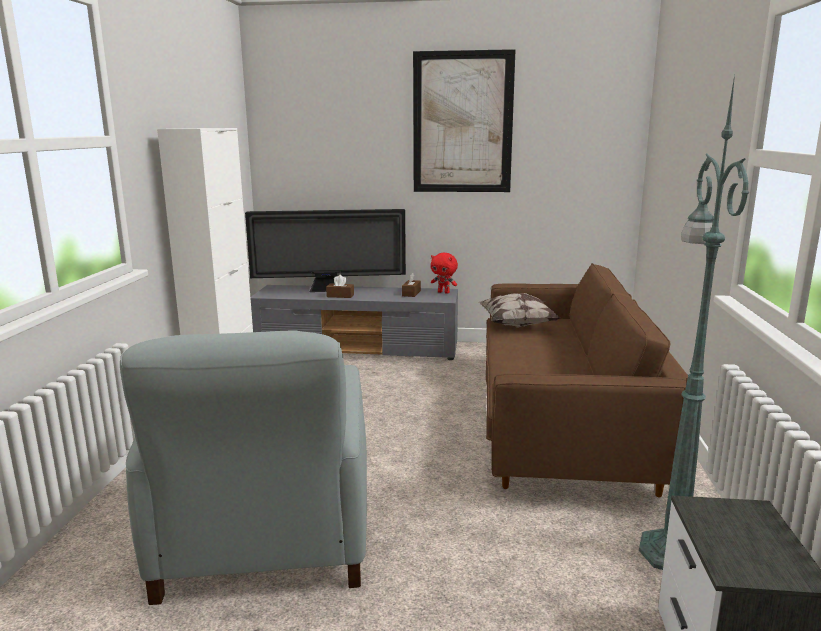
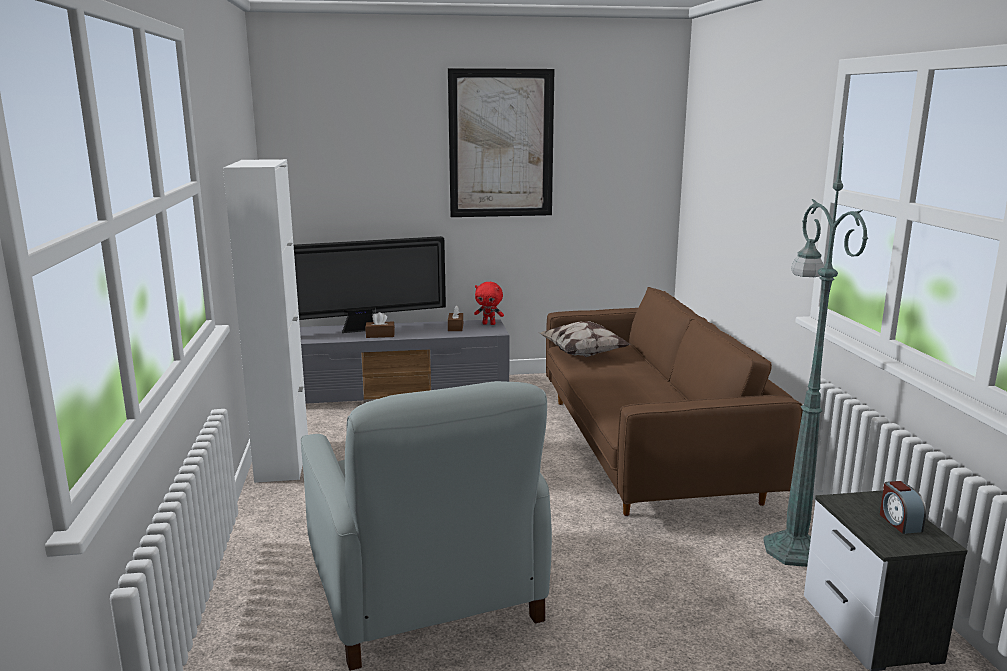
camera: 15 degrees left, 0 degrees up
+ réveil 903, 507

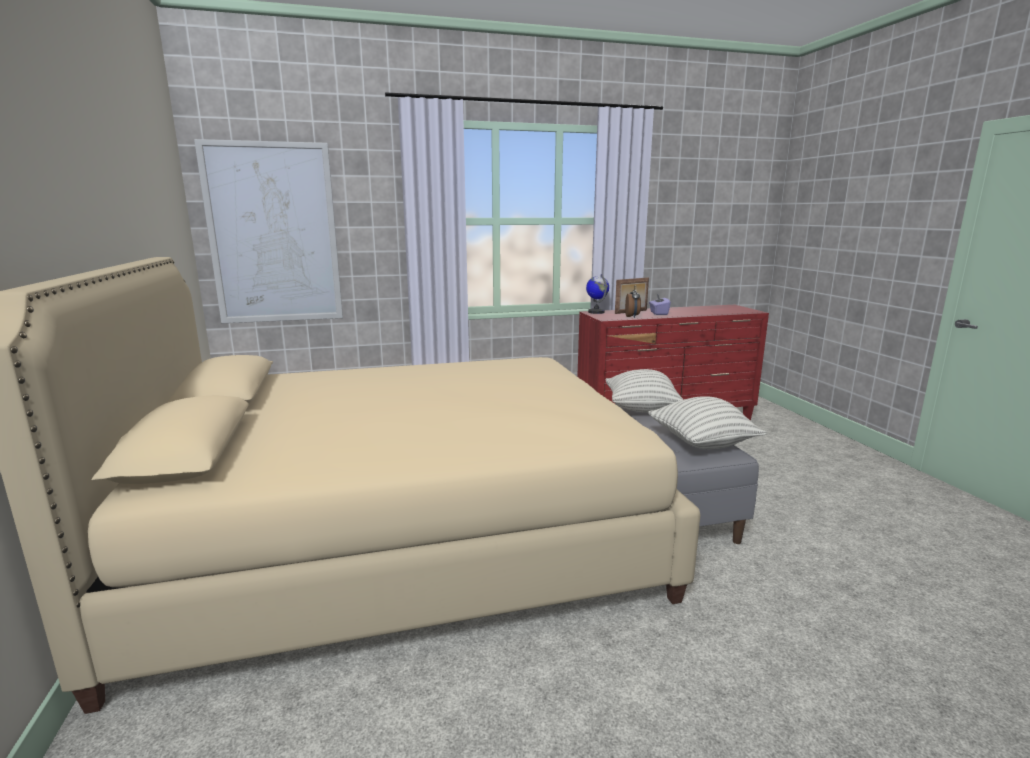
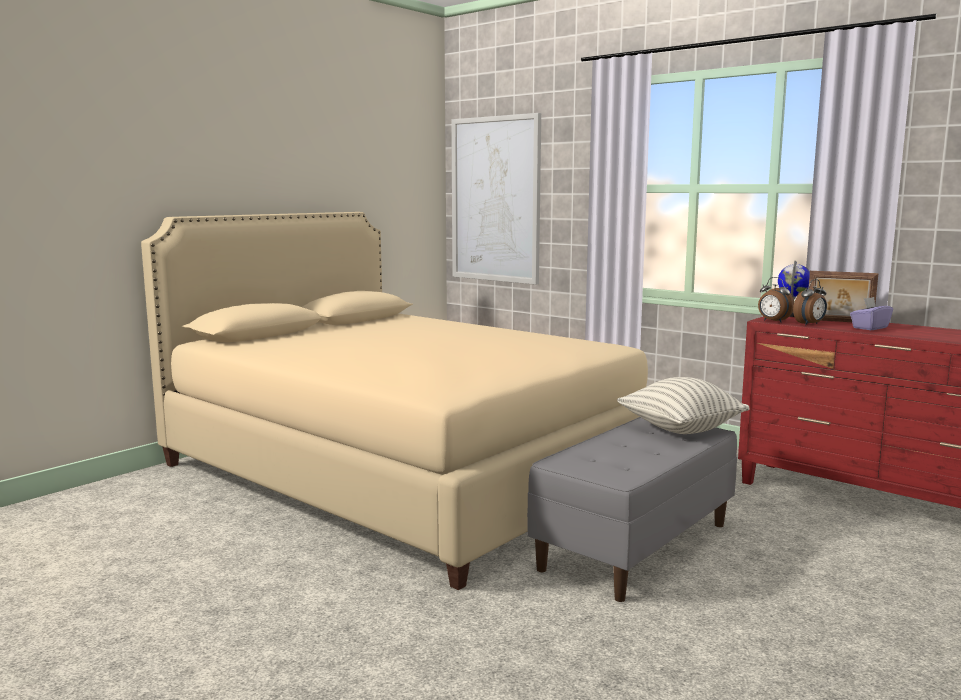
camera: 55 degrees right, 5 degrees down
- coussin 707, 422
+ réveil 776, 300

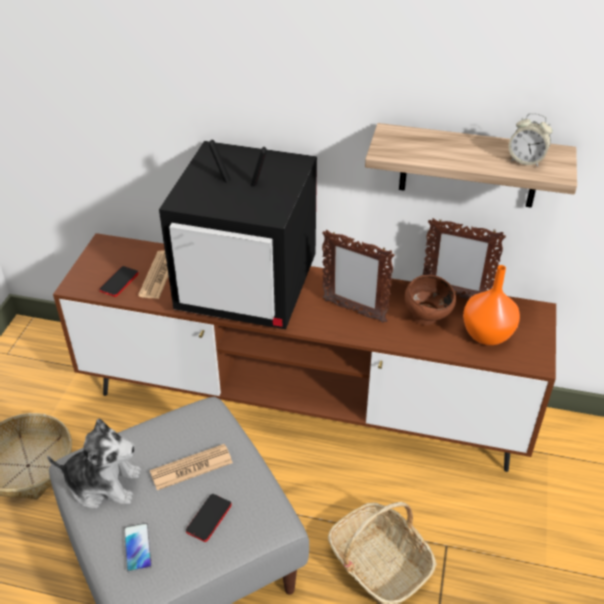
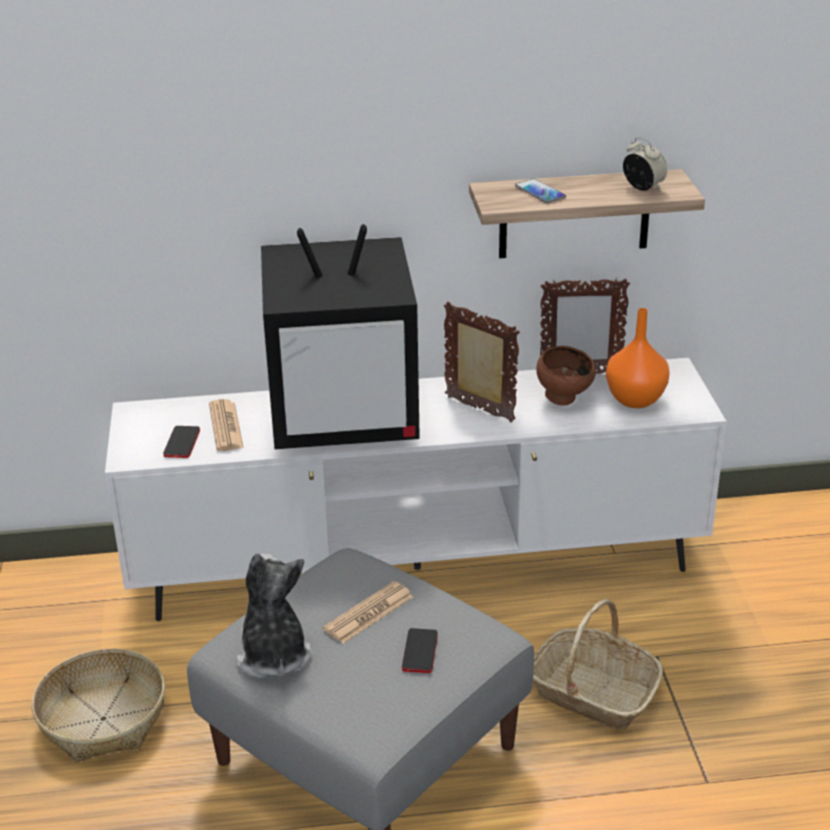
camera: 20 degrees left, 10 degrees down
~ peluche 94, 464 = 274, 615 90 degrees counterclockwise
~ meuble télé (marron) 304, 352 to meuble télé (blanc) 415, 489
~ téléphone 138, 548 to 540, 191
~ cadre photo 358, 276 = 482, 362 150 degrees counterclockwise
~ réveil 531, 140 = 645, 164 135 degrees counterclockwise

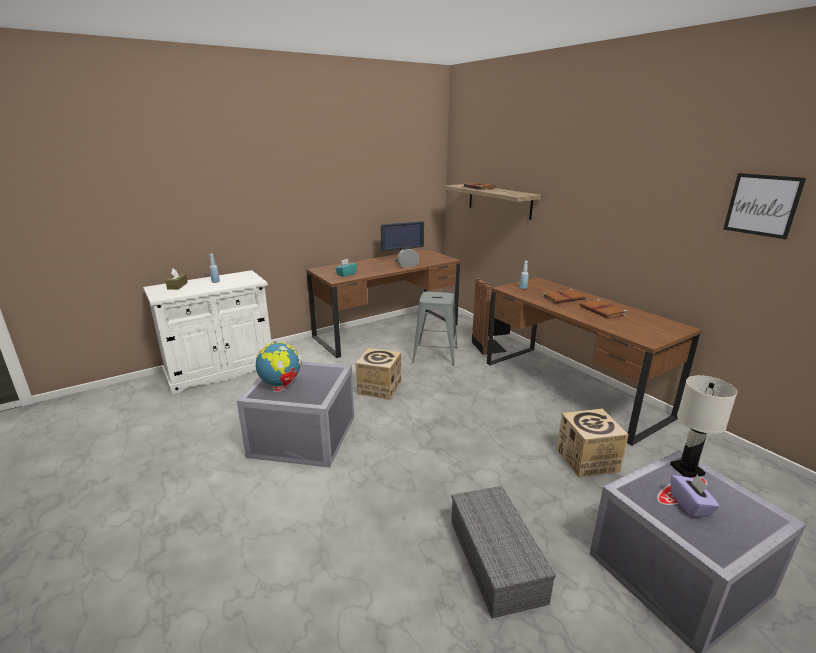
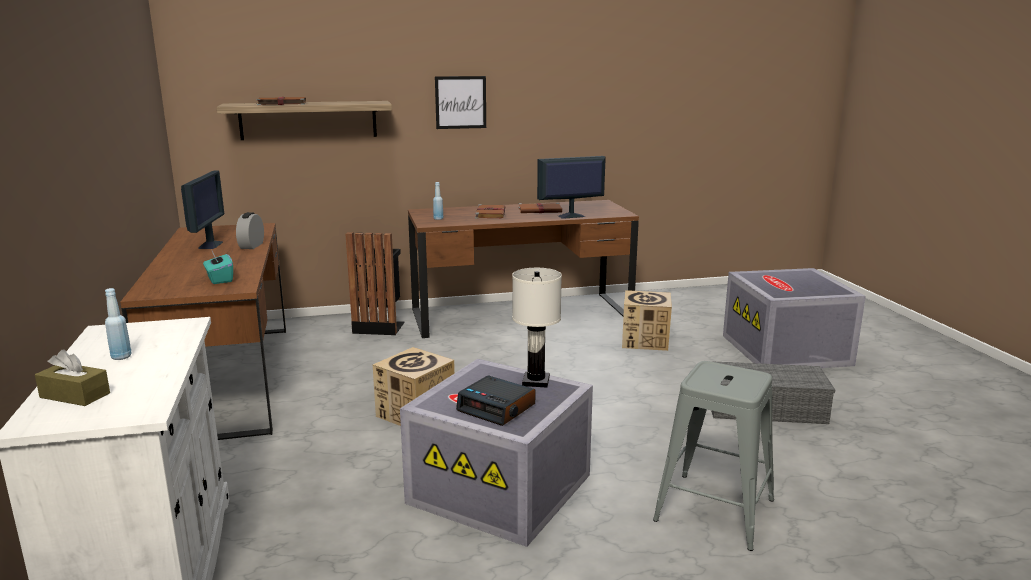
camera: 70 degrees left, 5 degrees down
~ globe 279, 363 to réveil 496, 400
~ tabouret (gris) 435, 329 to 713, 456
~ lampe de table (blanc) 703, 426 to 537, 327
- boîte à mouchoirs (violet) 695, 496
~ tableau 764, 206 to 460, 102
+ écran d'ordinateur 571, 187

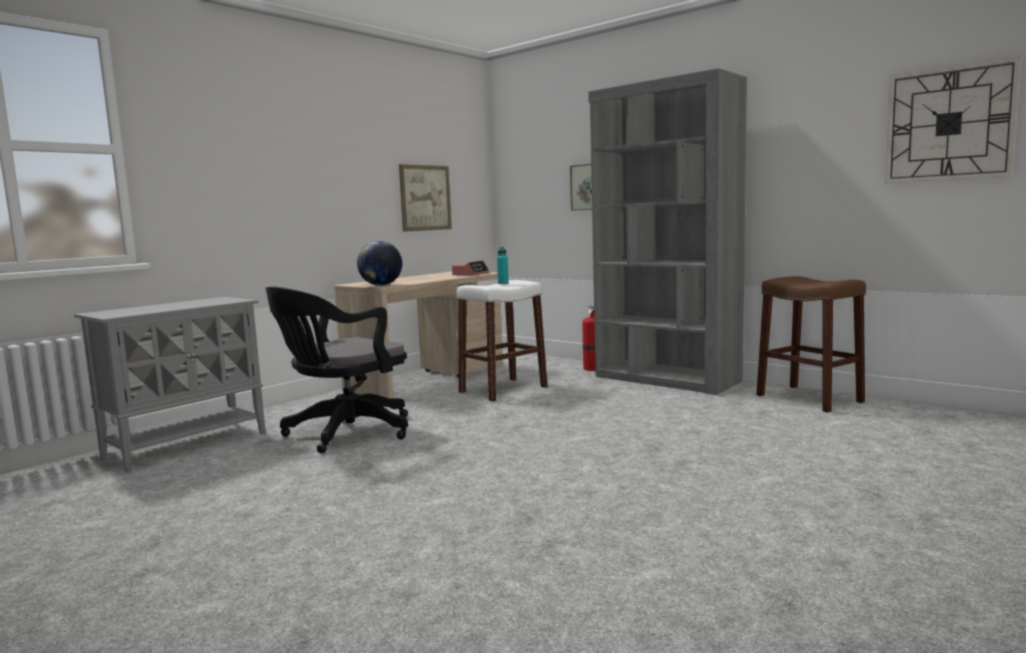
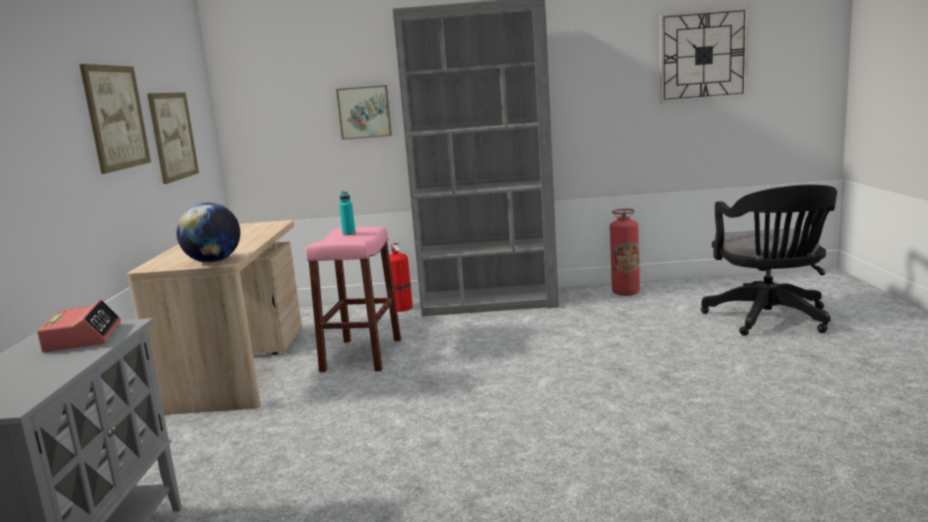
camera: 40 degrees left, 5 degrees up
~ chaise de bureau (noir) 336, 369 to 769, 260
~ réveil 470, 268 to 79, 326
~ tabouret (blanc) 502, 341 to tabouret (rose) 353, 299
~ tabouret (marron) 811, 344 to extincteur 625, 252
+ tableau 115, 119

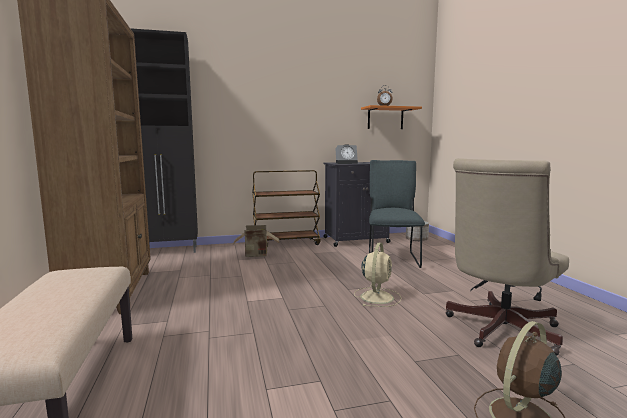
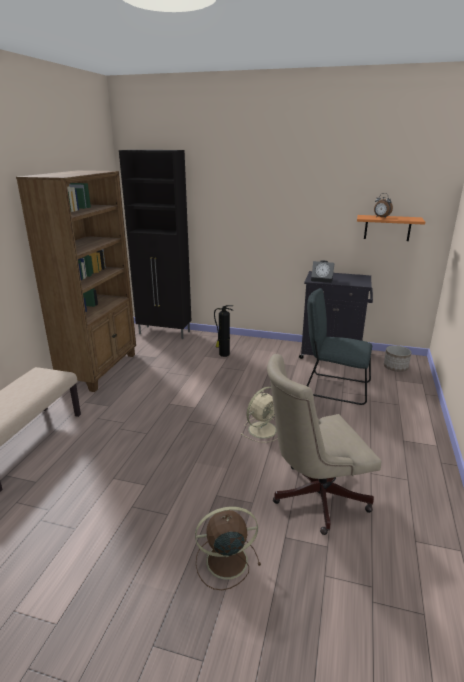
camera: 30 degrees right, 15 degrees up
~ carton 256, 241 to extincteur 223, 331
- chariot (marron) 286, 207
~ chaise (gris) 397, 214 = 339, 346 105 degrees counterclockwise

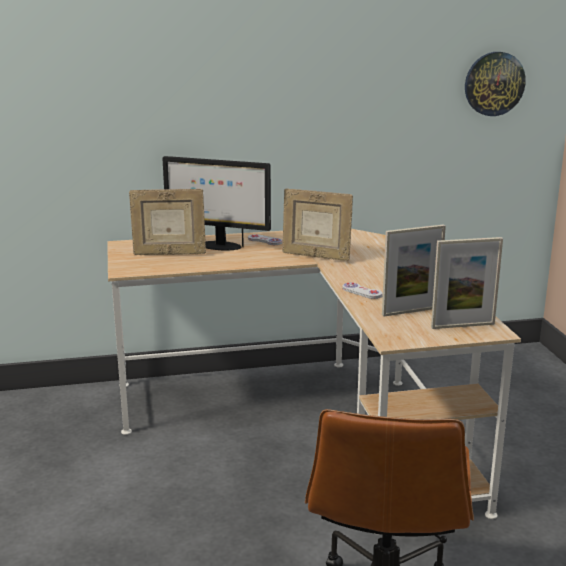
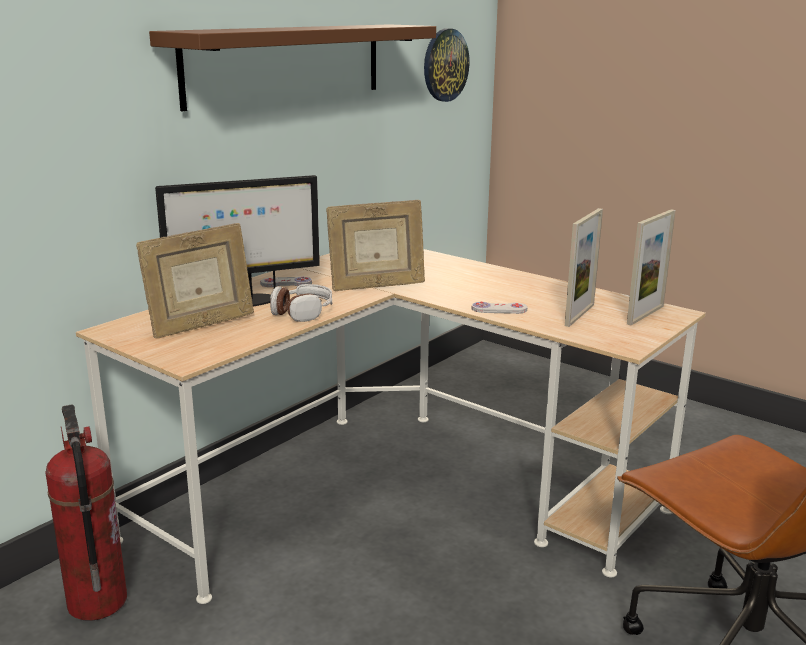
camera: 40 degrees left, 0 degrees up
+ extincteur 86, 512
+ étagère (marron) 292, 67
+ casque audio 301, 303

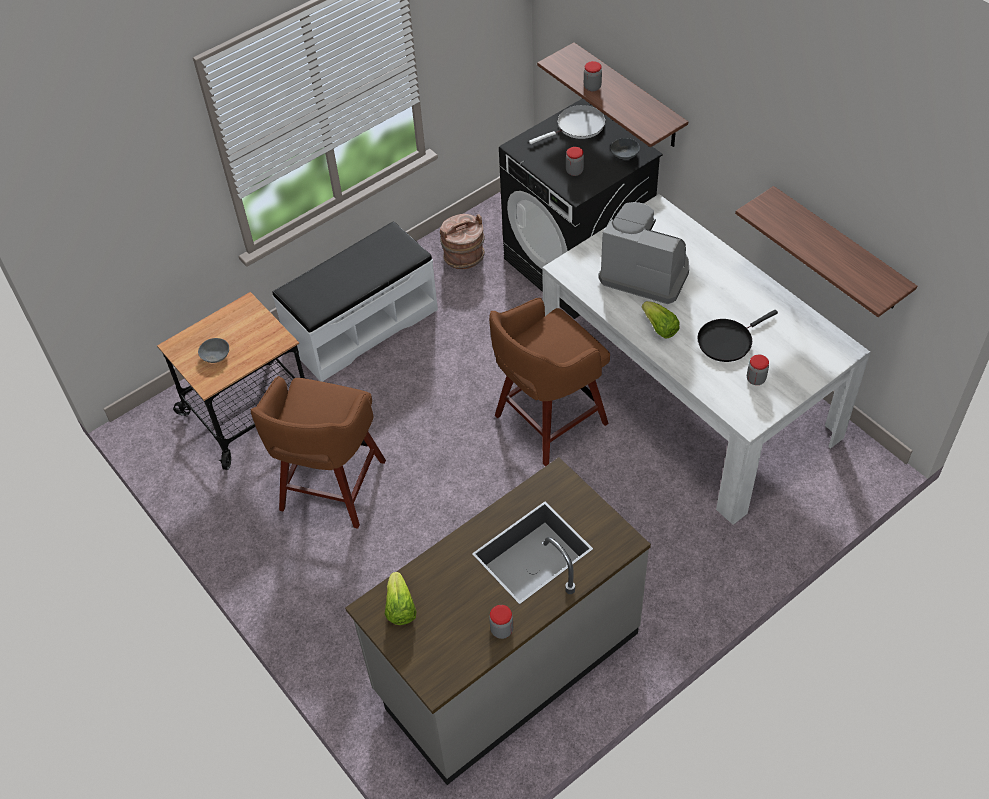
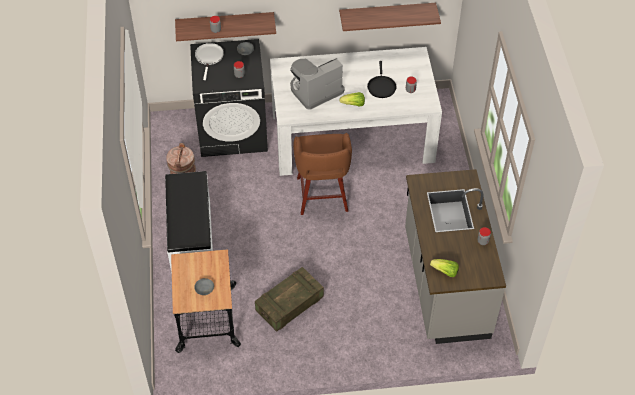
camera: 60 degrees left, 0 degrees up
~ tabouret (marron) 318, 452 to caisse 289, 299

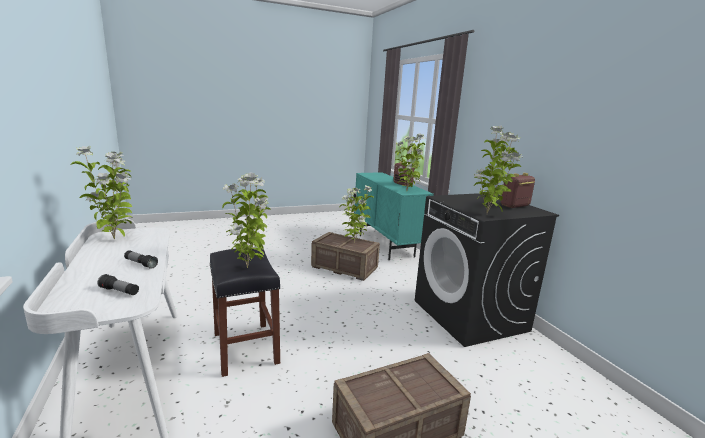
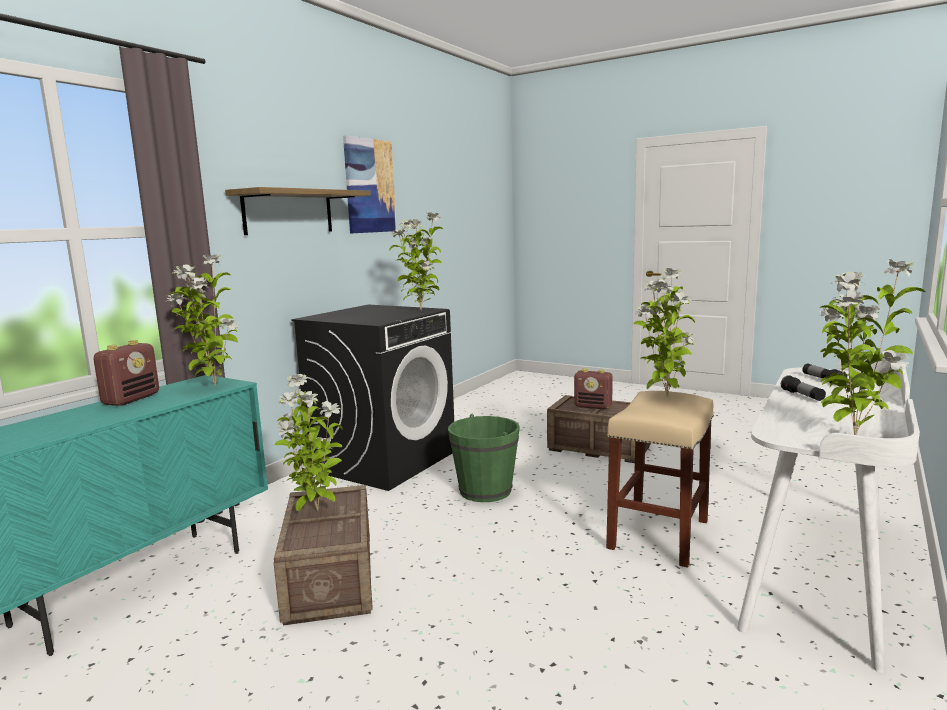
camera: 125 degrees left, 5 degrees down
~ tabouret (noir) 245, 313 to tabouret (beige) 660, 479
~ radio 518, 190 to 593, 388
+ étagère 298, 211
+ tableau 370, 184
+ seau (vert) 484, 458

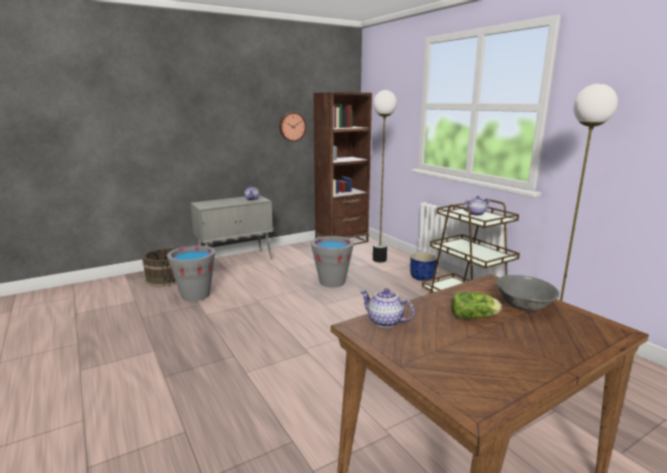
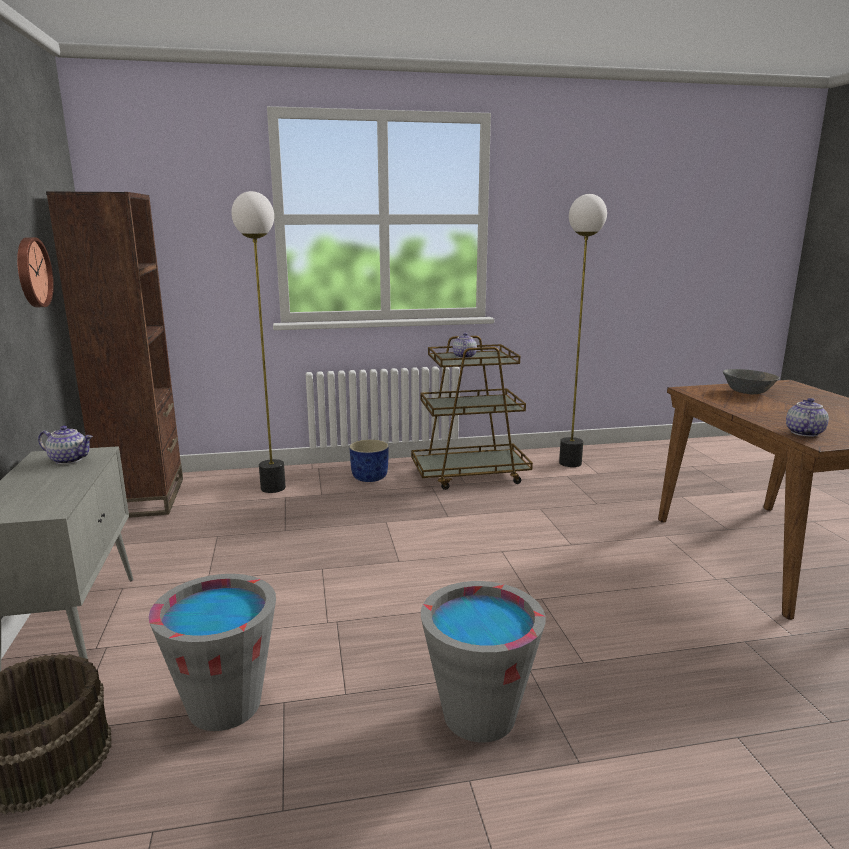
camera: 70 degrees left, 0 degrees up
~ seau (gris) 332, 262 to 483, 661
~ théière 387, 308 = 807, 417 150 degrees clockwise
- laitue 476, 305

